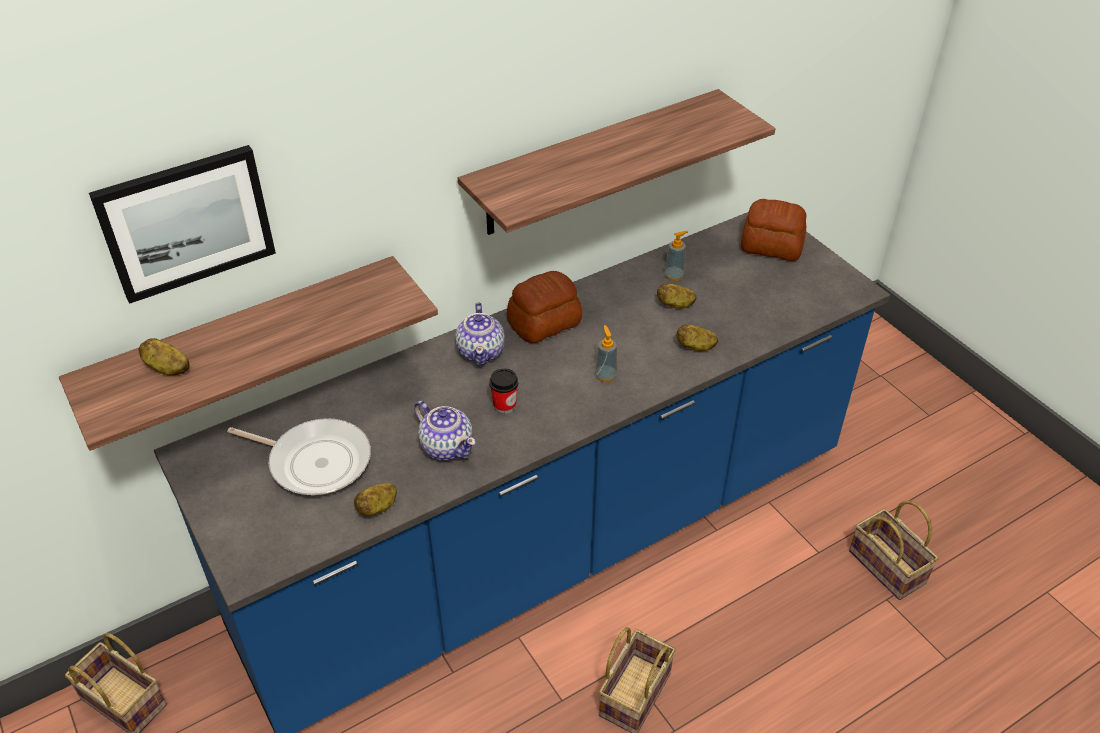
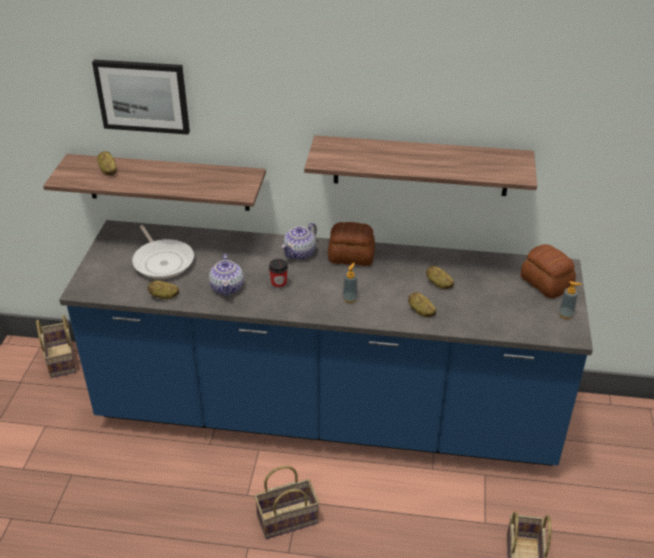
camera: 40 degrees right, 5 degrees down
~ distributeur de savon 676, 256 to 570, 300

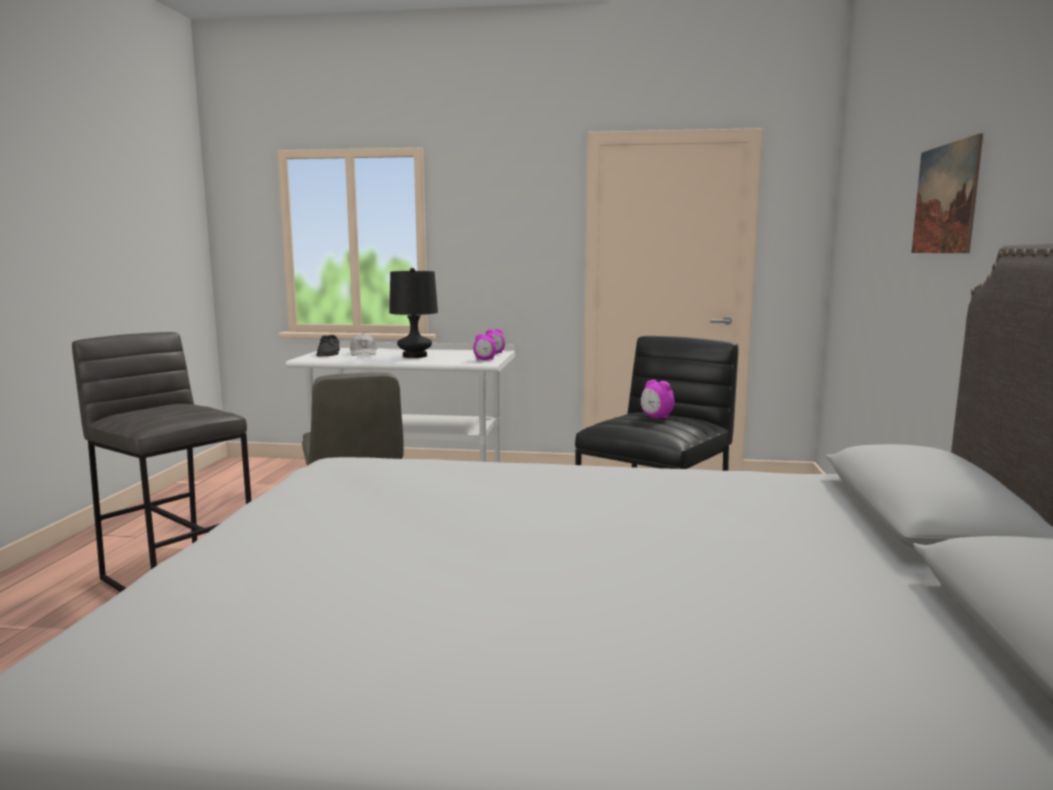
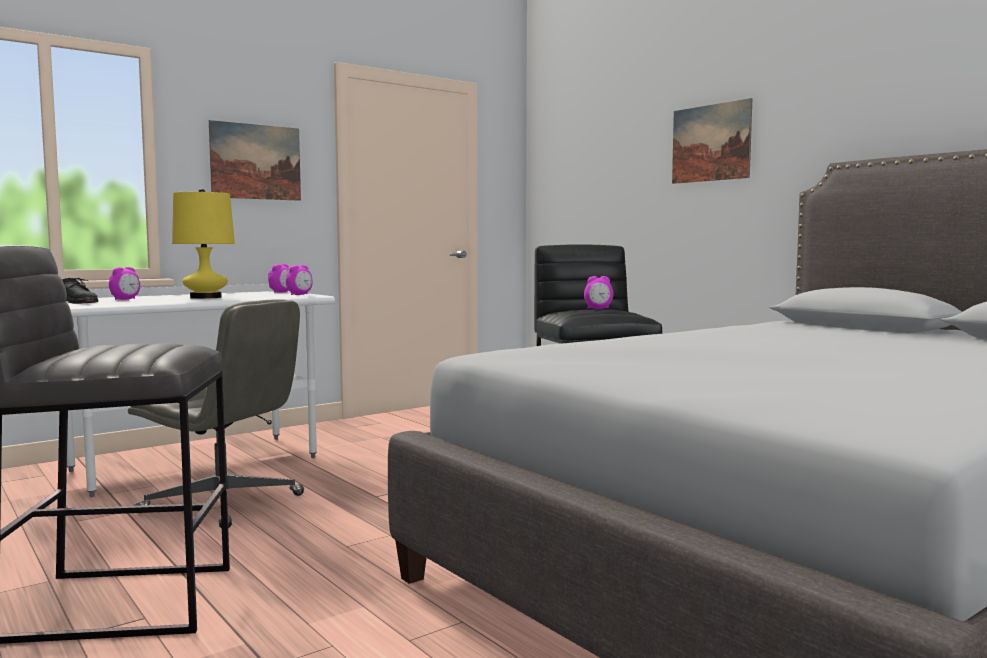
camera: 45 degrees left, 5 degrees down
~ casquette (blanc) 363, 344 to réveil 124, 283
~ lampe de table (noir) 413, 313 to lampe de table (jaune) 203, 244
+ tableau 255, 160

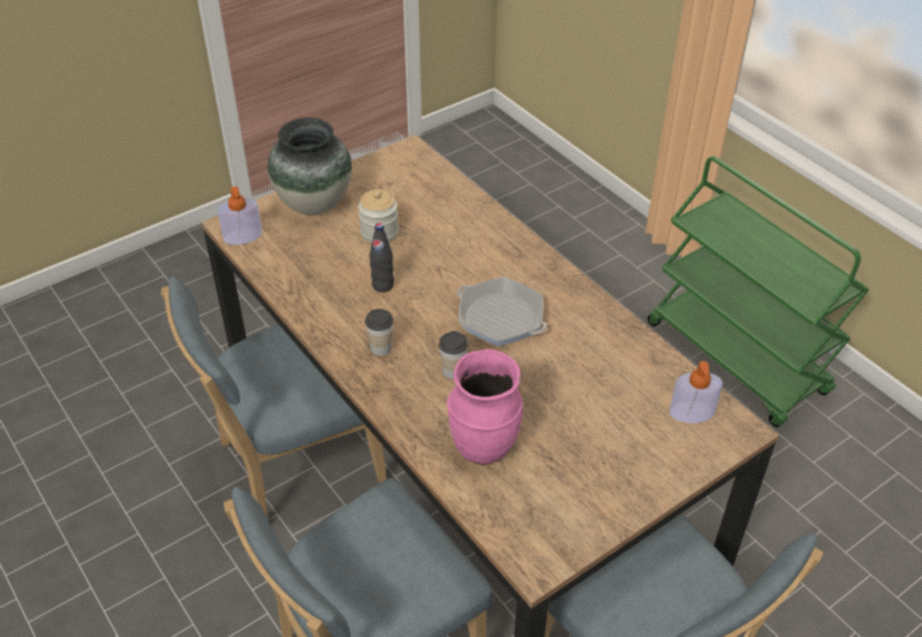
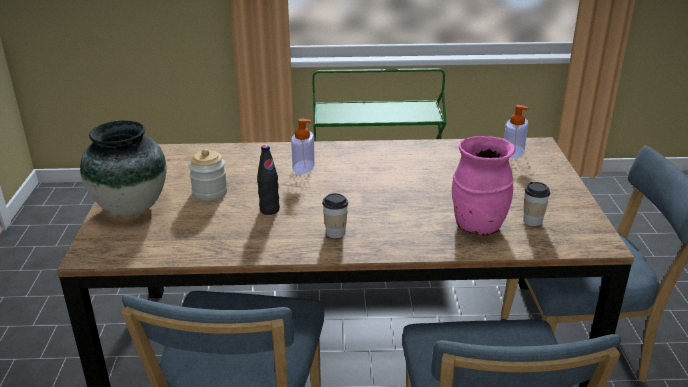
camera: 55 degrees left, 15 degrees down
~ distributeur de savon 240, 215 to 303, 146
~ tasse 453, 355 to 536, 204
- poêle 502, 311

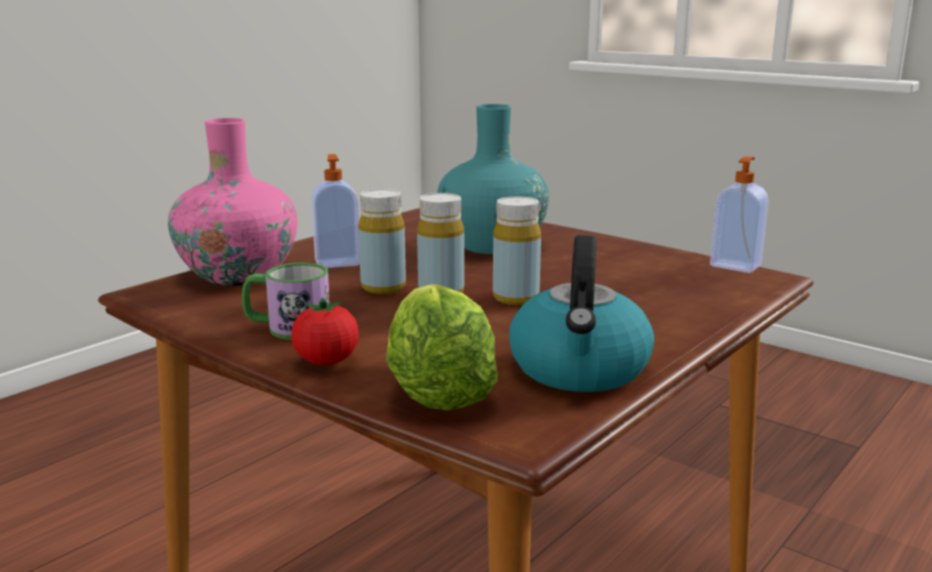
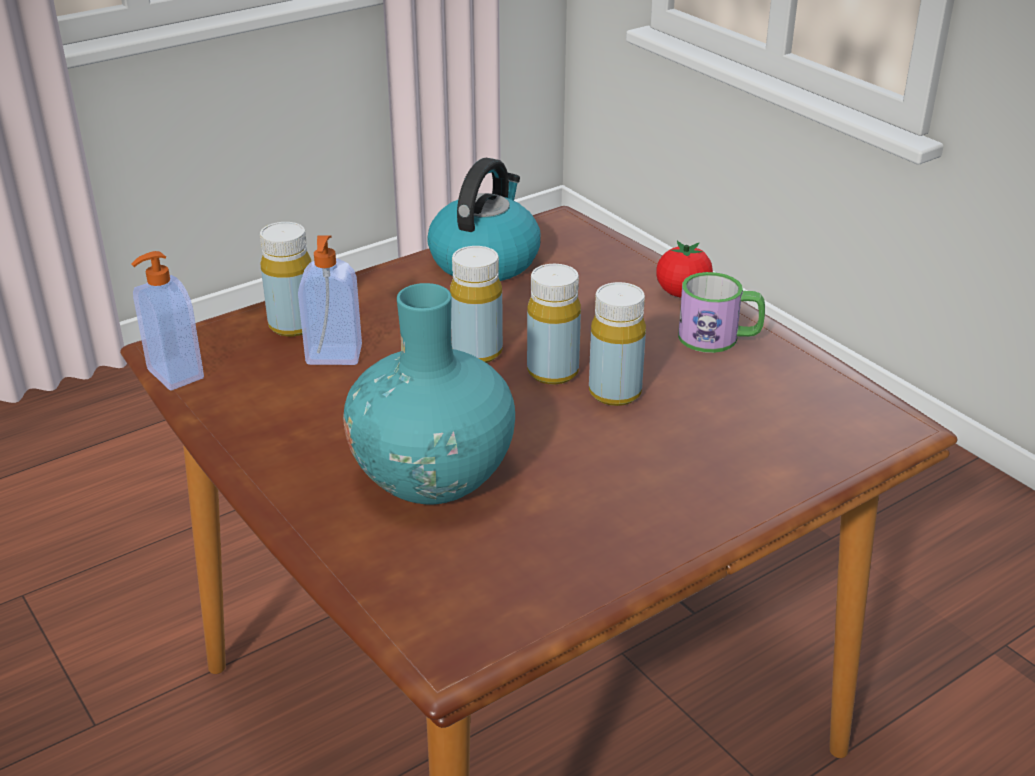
camera: 165 degrees left, 15 degrees up
- vase (rose) 232, 202
~ distributeur de savon 335, 211 to 330, 300
- laitue 442, 347
+ bouteille (jaune) 285, 279

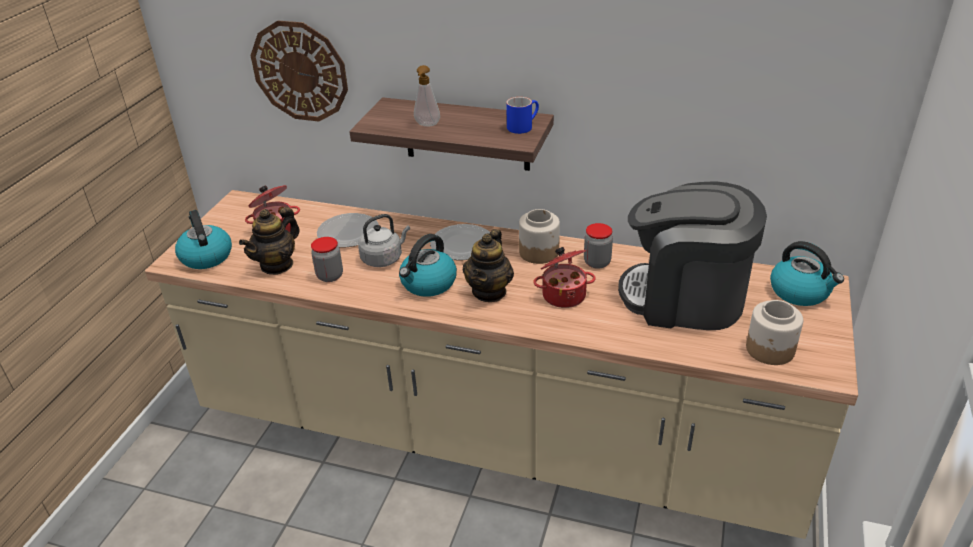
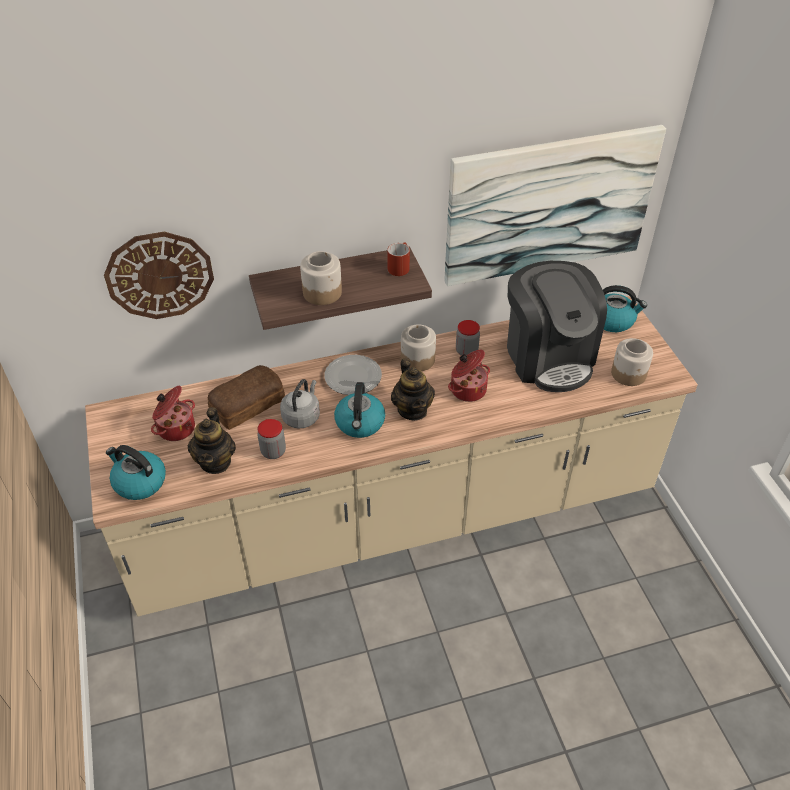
camera: 35 degrees left, 10 degrees up
~ assiette 348, 230 to pain 246, 397
~ distributeur de savon 427, 95 to bocal 321, 278
~ mug (bleu) 522, 115 to mug (rouge) 398, 259
~ machine à café 692, 255 = 557, 326 90 degrees counterclockwise
+ tableau 555, 205

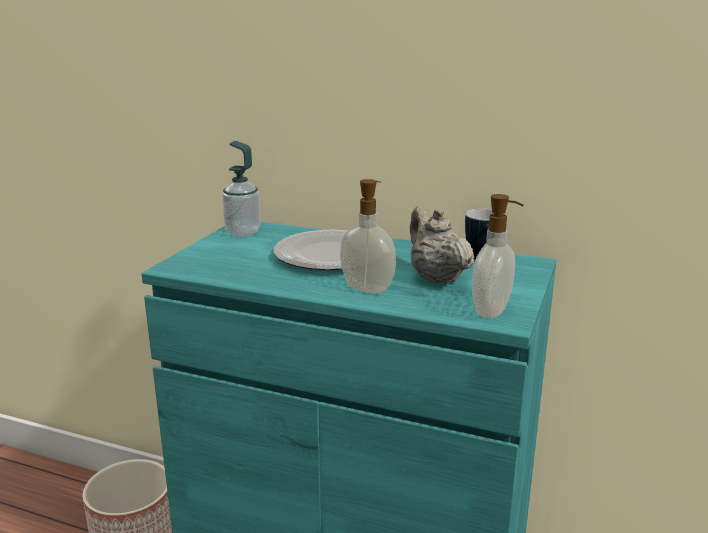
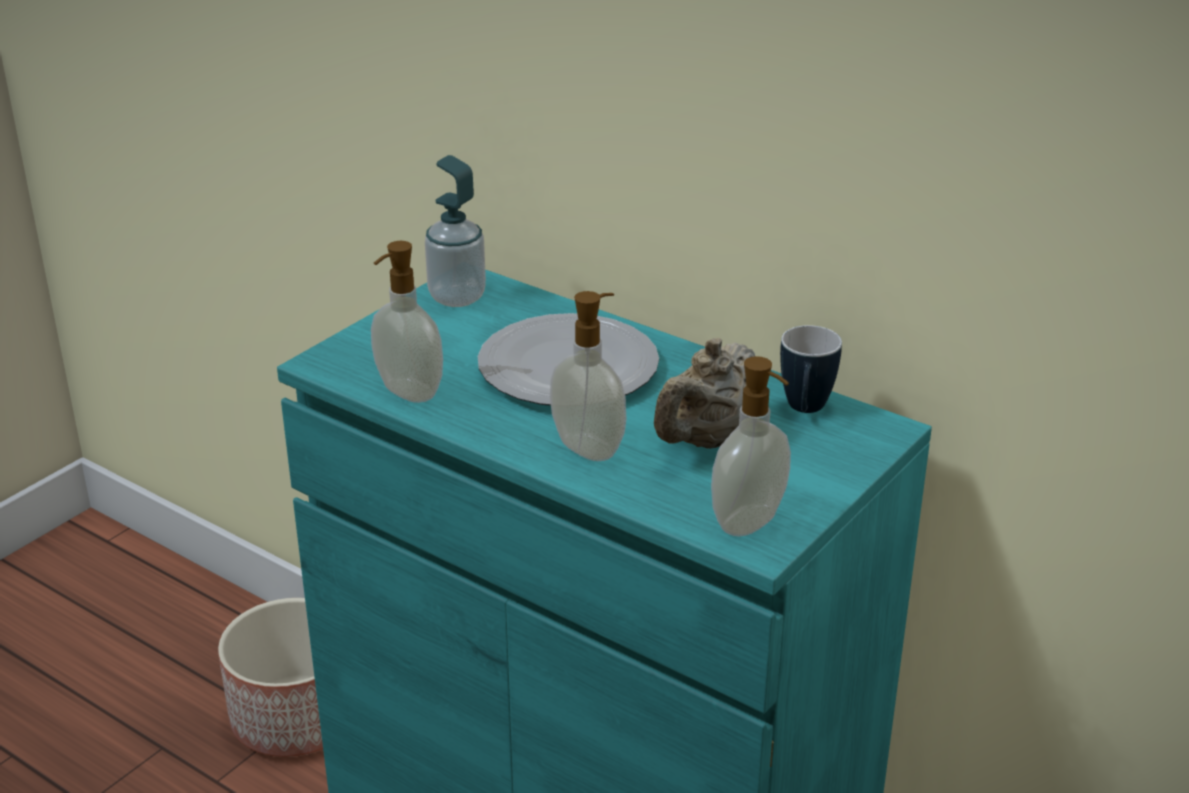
camera: 15 degrees right, 10 degrees up
~ théière (beige) 442, 245 = 704, 393 135 degrees counterclockwise
+ distributeur de savon 407, 322

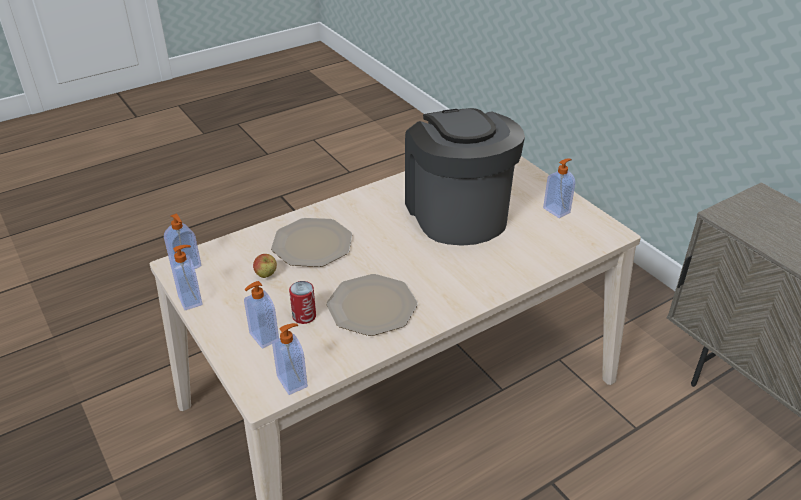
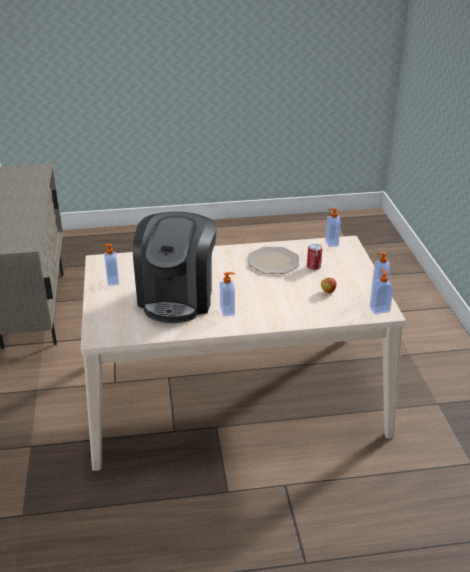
camera: 155 degrees left, 5 degrees down
~ distributeur de savon 261, 315 to 227, 294
- assiette 311, 242

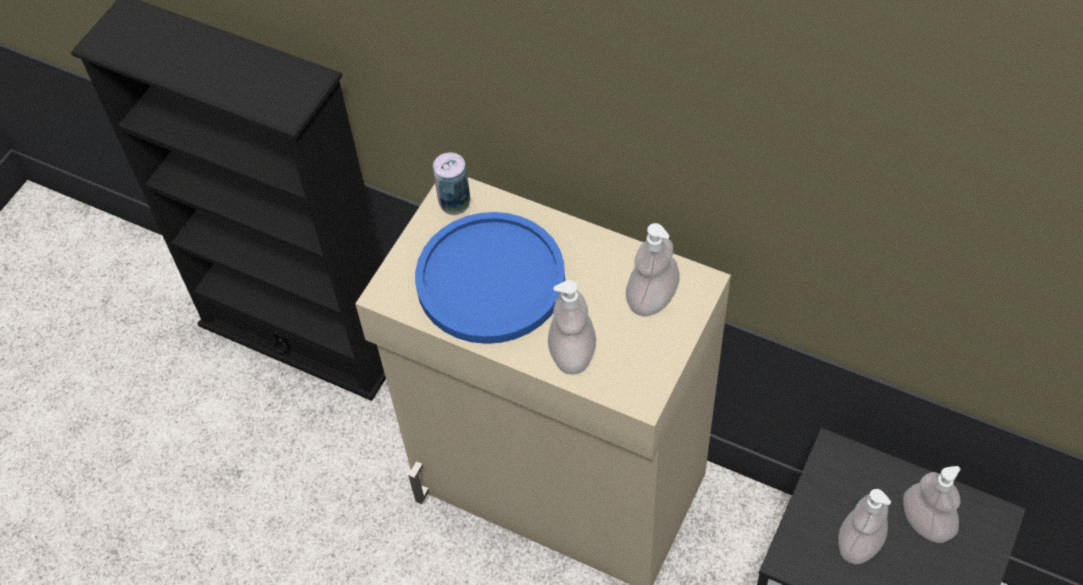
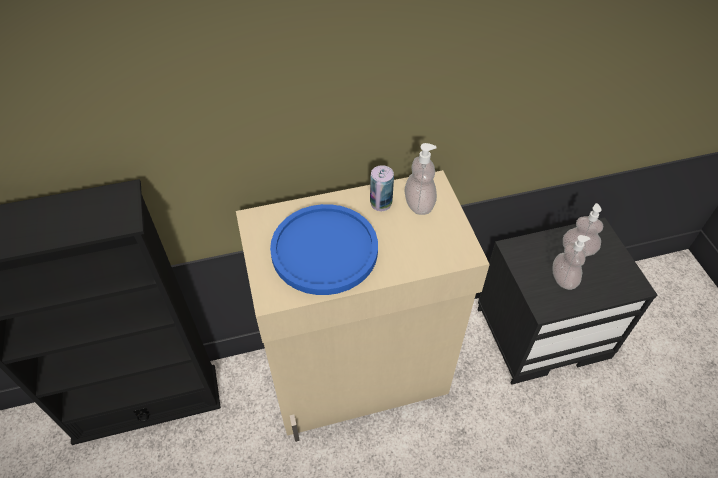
camera: 45 degrees left, 5 degrees down
~ boîte métallique 451, 183 to 382, 188
- distributeur de savon 572, 327

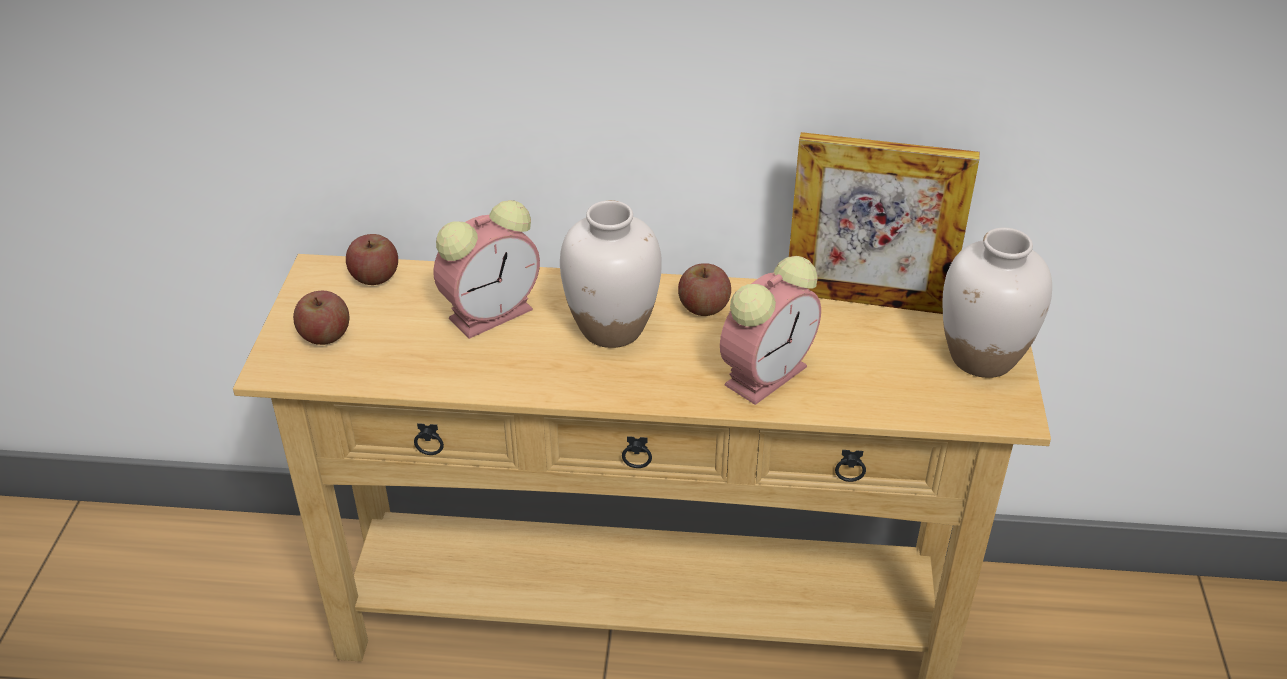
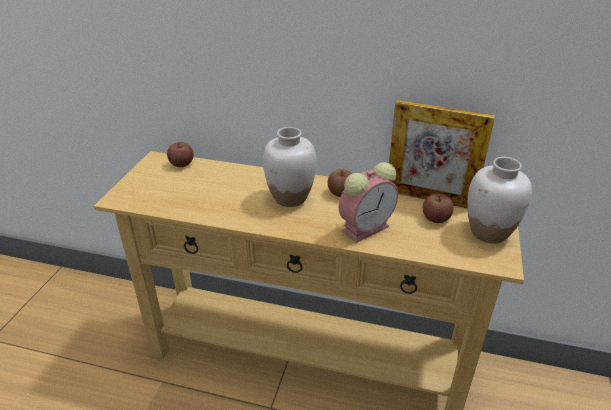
camera: 10 degrees right, 5 degrees down
~ pomme 321, 318 to 438, 208
- réveil 487, 269

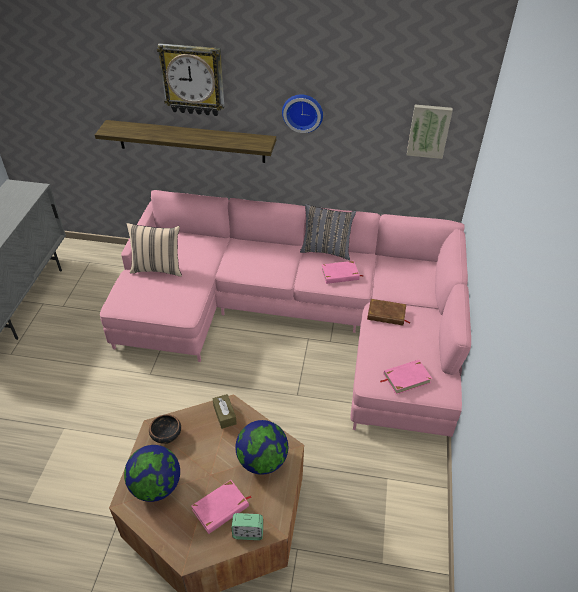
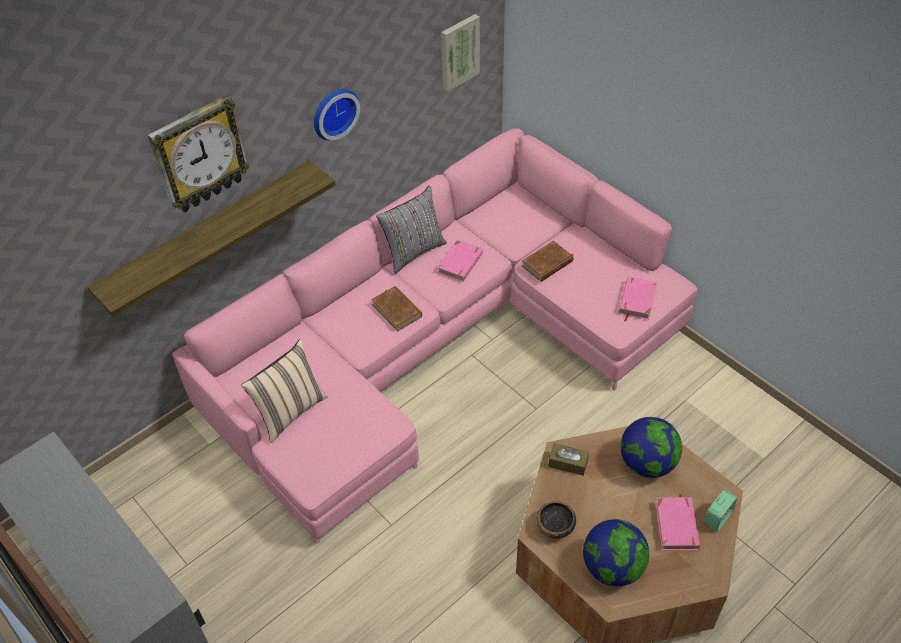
camera: 50 degrees left, 5 degrees up
+ livre (marron) 396, 308

